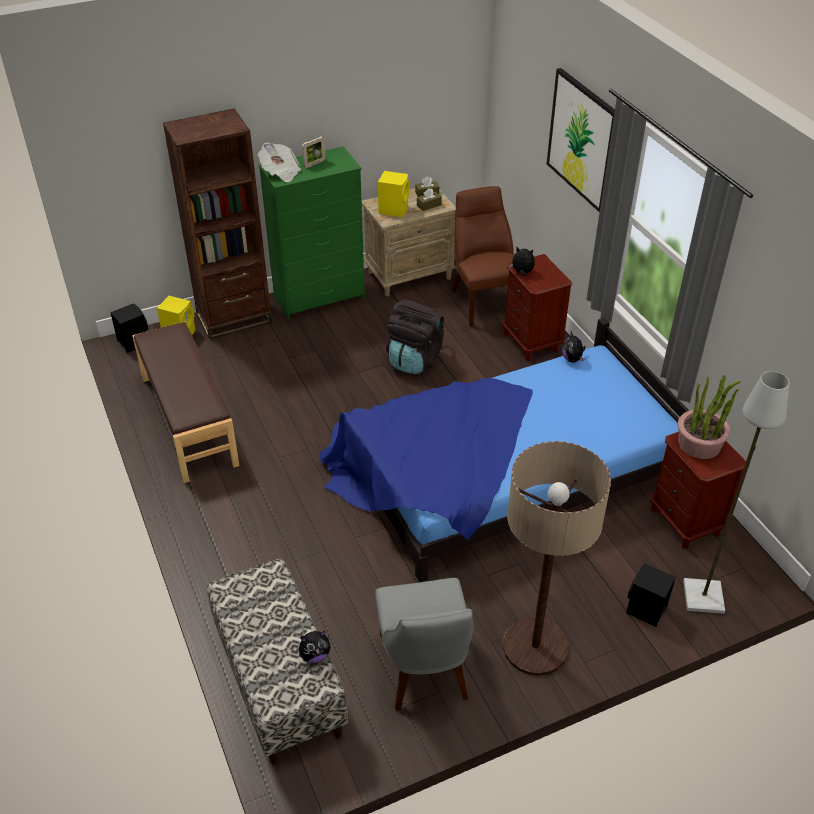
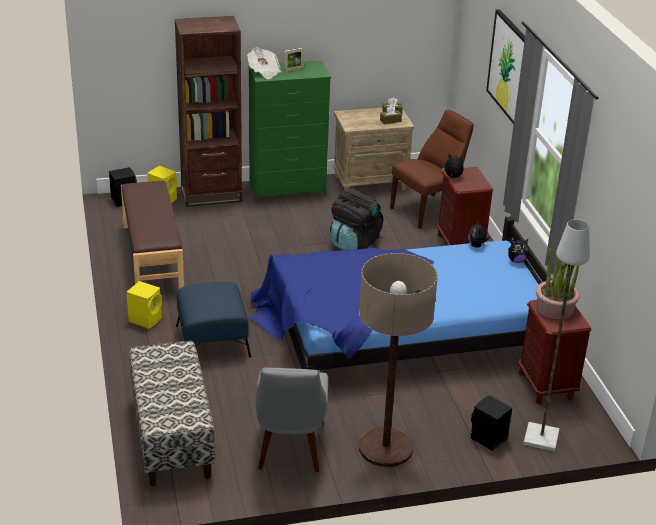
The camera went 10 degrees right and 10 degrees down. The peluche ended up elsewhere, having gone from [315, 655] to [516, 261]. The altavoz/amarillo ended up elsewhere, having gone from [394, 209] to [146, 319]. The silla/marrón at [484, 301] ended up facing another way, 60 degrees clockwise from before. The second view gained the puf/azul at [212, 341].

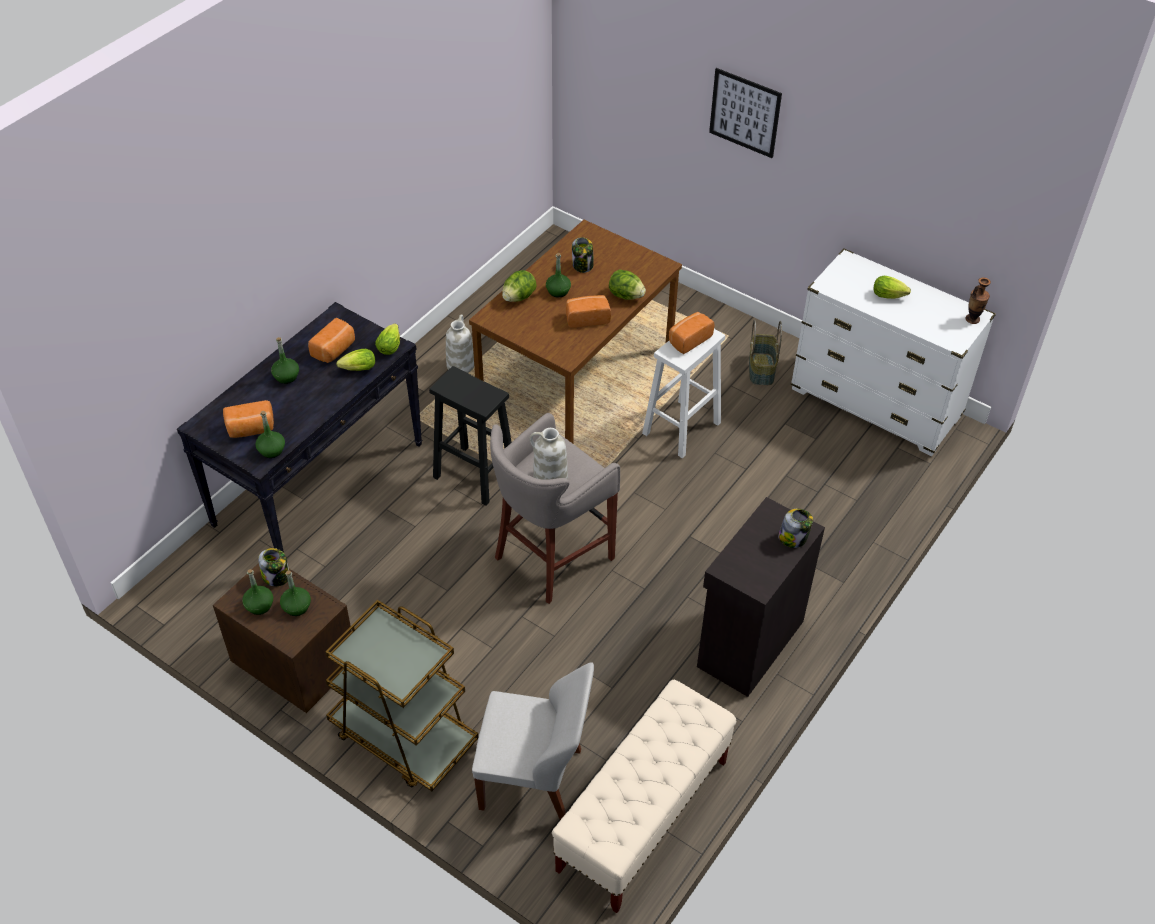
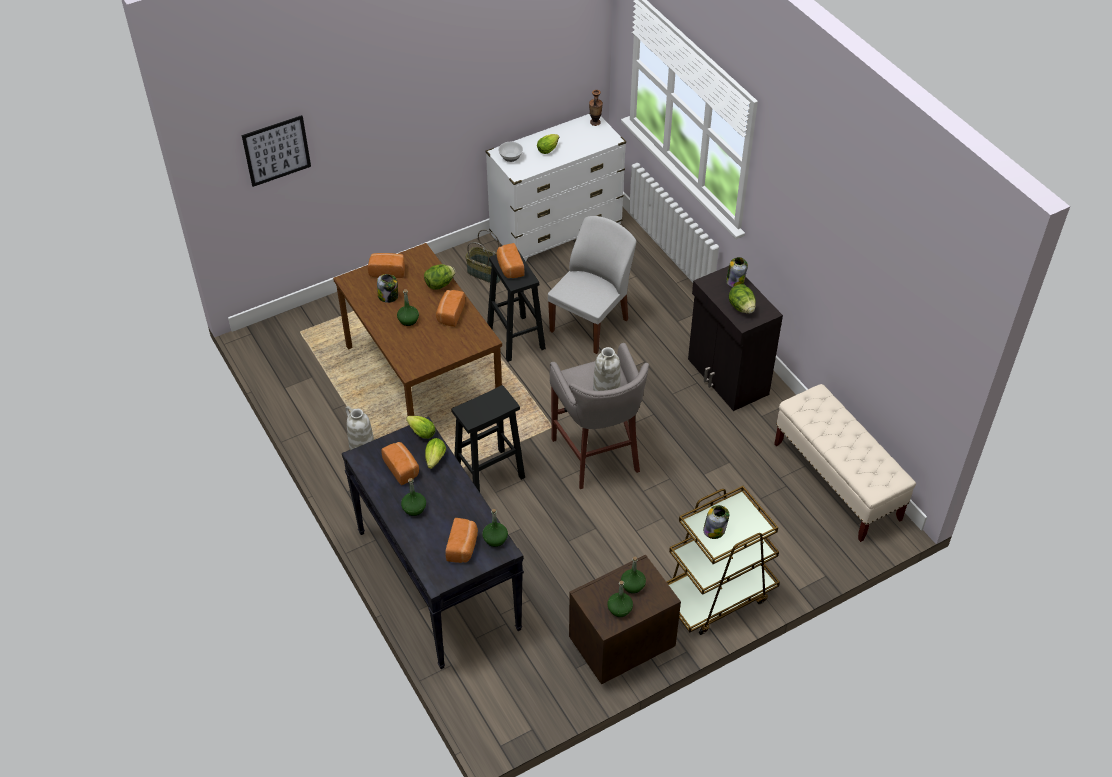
The camera went 65 degrees left and 0 degrees up. The tarro ended up elsewhere, having gone from [277, 576] to [714, 530]. The silla/blanco ended up elsewhere, having gone from [534, 780] to [590, 324]. The lechuga ended up elsewhere, having gone from [519, 297] to [741, 307]. What was the taburete/blanco at [681, 429] turned into the taburete/negro at [516, 339]. The cuadro ended up elsewhere, having gone from [745, 113] to [276, 150]. The second view gained the pan at [387, 271]. The second view gained the cuenco at [511, 157].

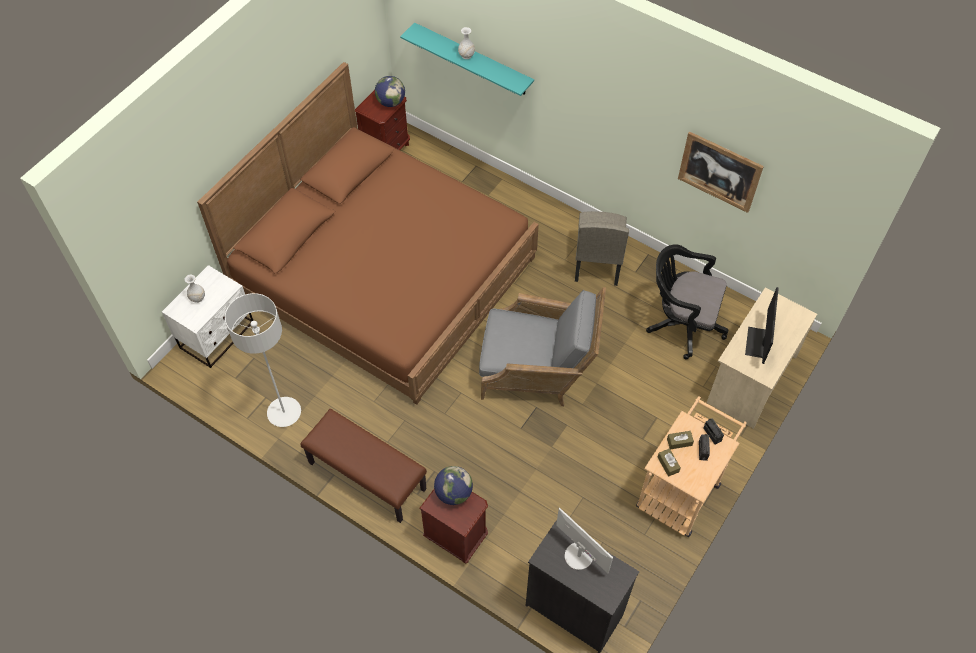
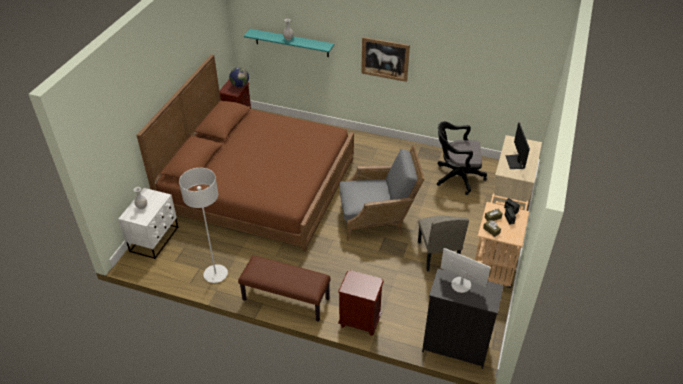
The camera went 15 degrees left and 15 degrees down. The second view lost the globo terráqueo at [453, 493]. The silla/beis ended up elsewhere, having gone from [597, 262] to [437, 254]. The cuadro ended up elsewhere, having gone from [719, 171] to [385, 59].

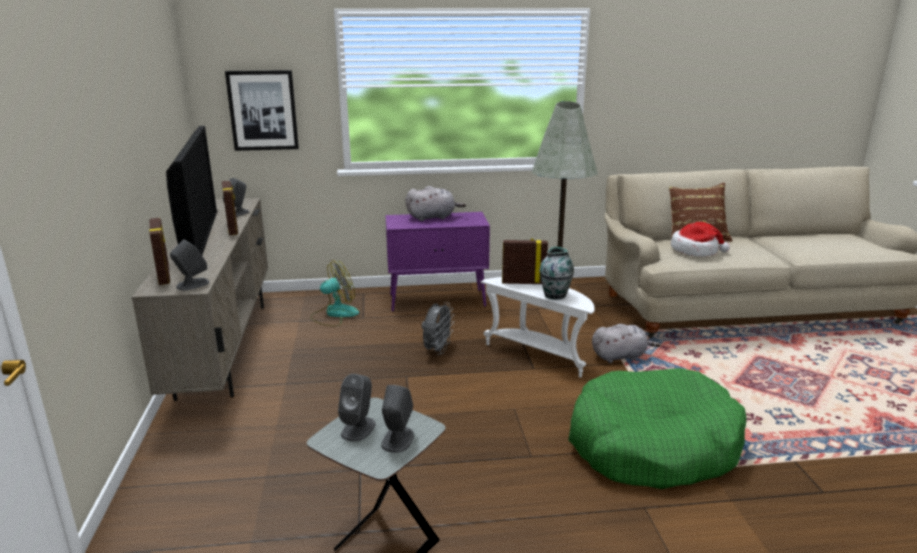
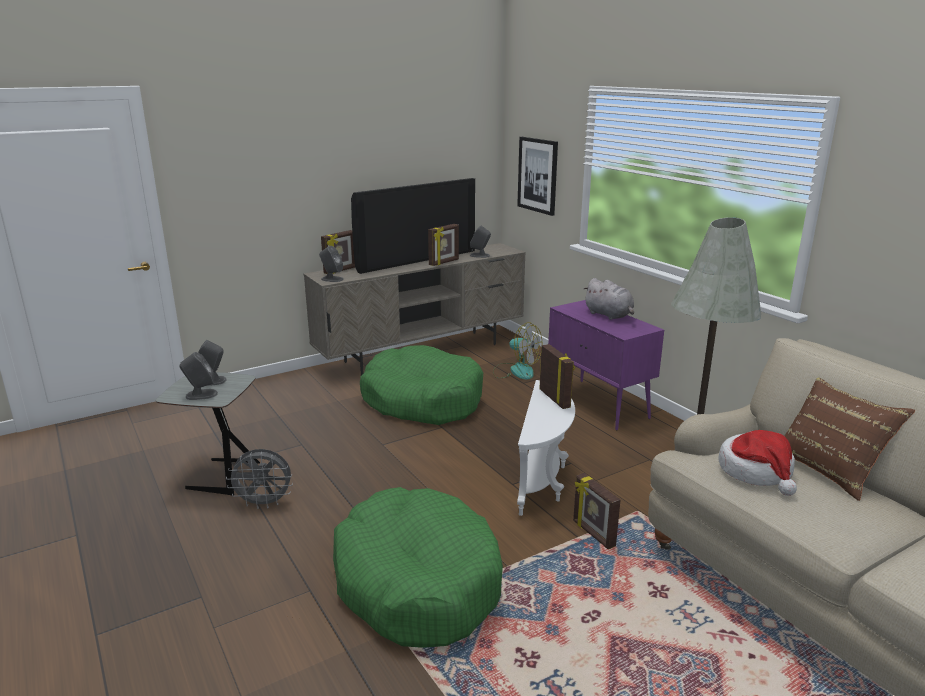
The camera went 65 degrees right and 0 degrees up. The ventilador/gris ended up elsewhere, having gone from [437, 350] to [264, 503]. The second view lost the florero at [555, 295]. Where the peluche/gris stood at [620, 356], the portarretratos came to stand at [593, 534]. The second view gained the cama para perro/verde at [422, 400].

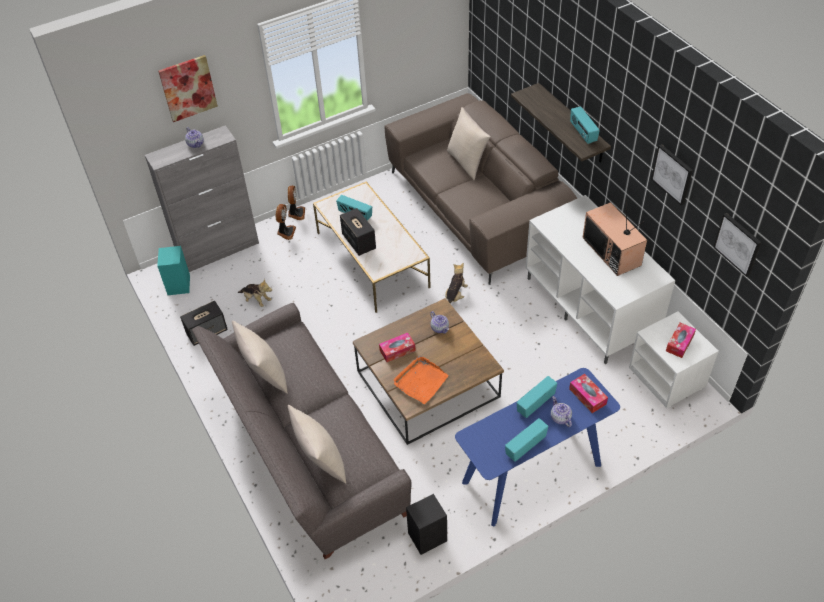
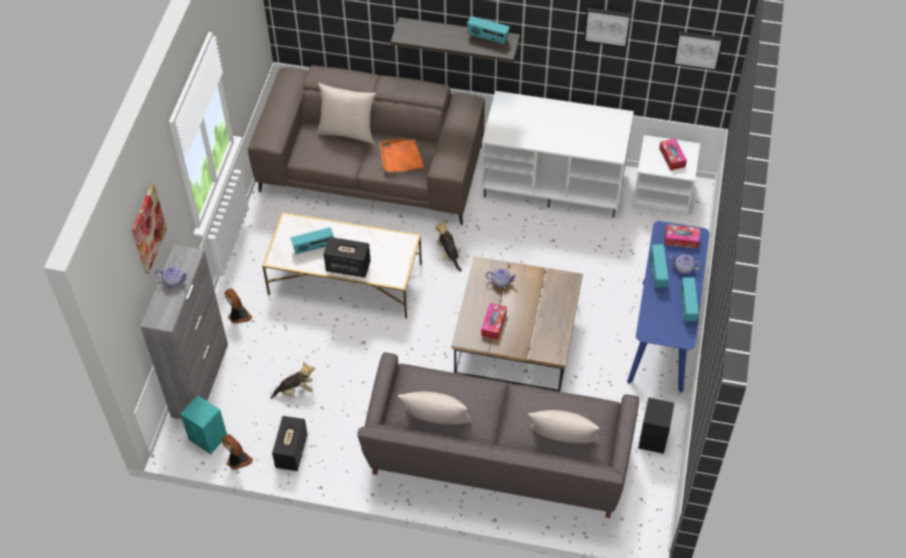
The camera went 50 degrees left and 5 degrees up. The ventilador ended up elsewhere, having gone from [296, 213] to [237, 460]. The bandeja/naranja ended up elsewhere, having gone from [420, 381] to [401, 158]. The second view lost the televisor at [613, 251].

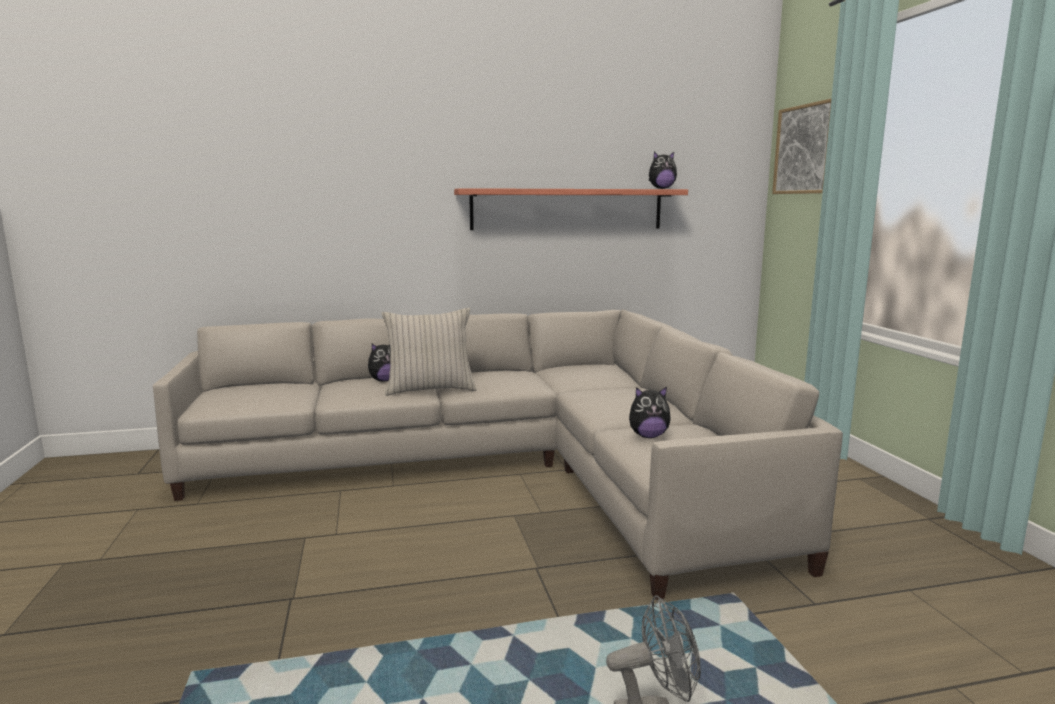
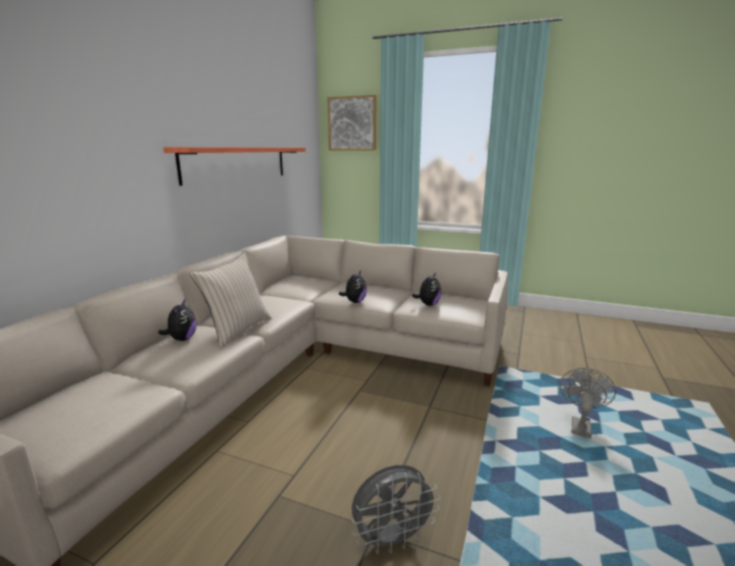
The camera went 55 degrees left and 5 degrees up. The peluche ended up elsewhere, having gone from [661, 189] to [354, 301]. The second view gained the ventilador/gris at [392, 540].

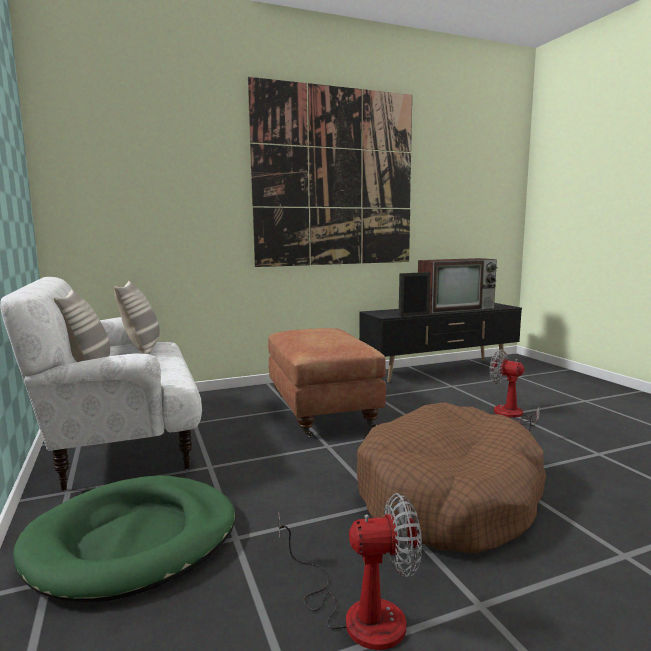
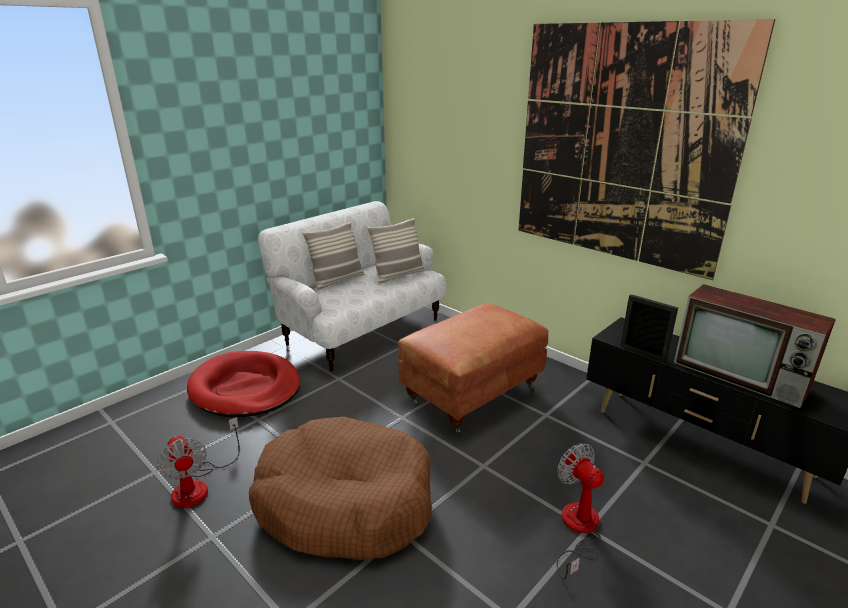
The camera went 65 degrees right and 15 degrees up. What was the cama para perro/verde at [134, 541] turned into the cama para perro/rojo at [245, 388]. The ventilador at [511, 416] ended up facing another way, 45 degrees counterclockwise from before.

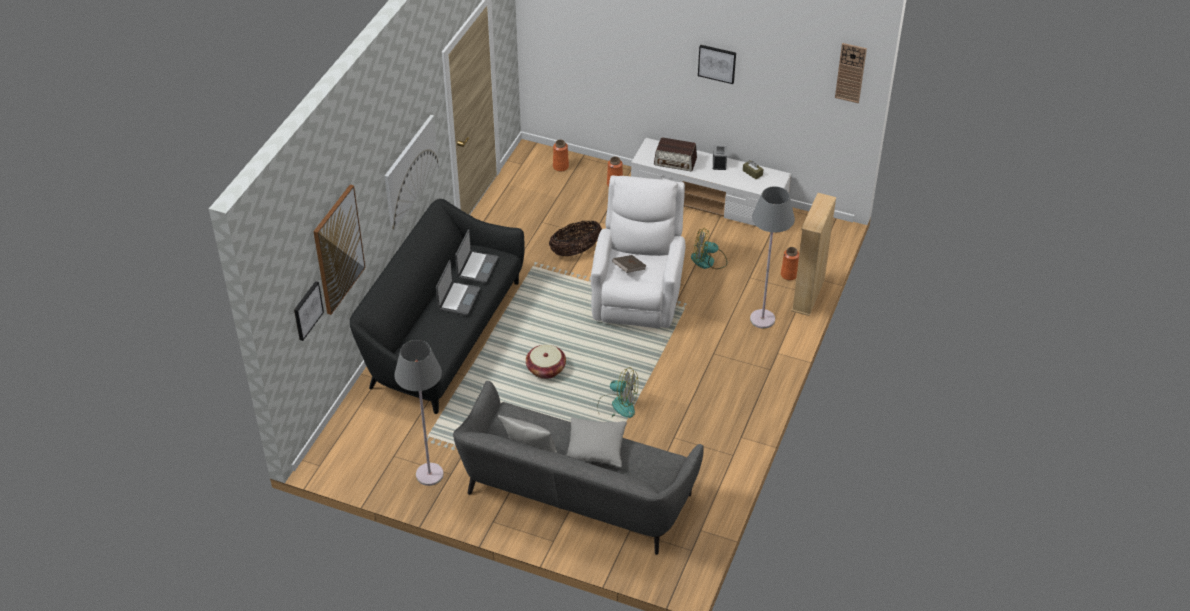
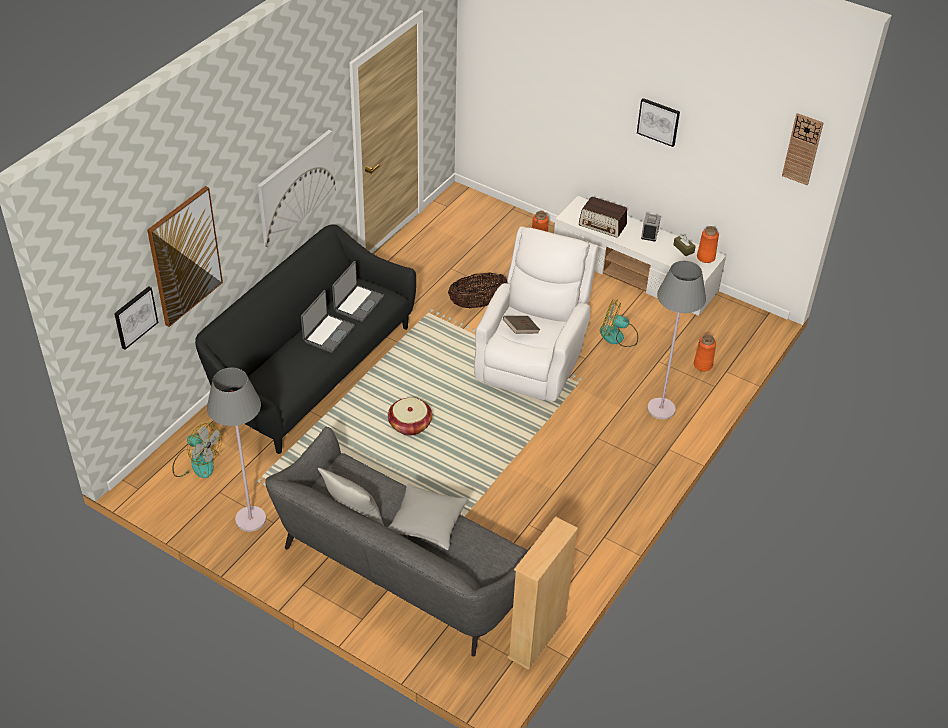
The camera went 10 degrees right and 0 degrees up. The florero/naranja ended up elsewhere, having gone from [560, 166] to [705, 257]. The ventilador ended up elsewhere, having gone from [617, 406] to [197, 462]. The estantería/beis ended up elsewhere, having gone from [808, 295] to [537, 638].

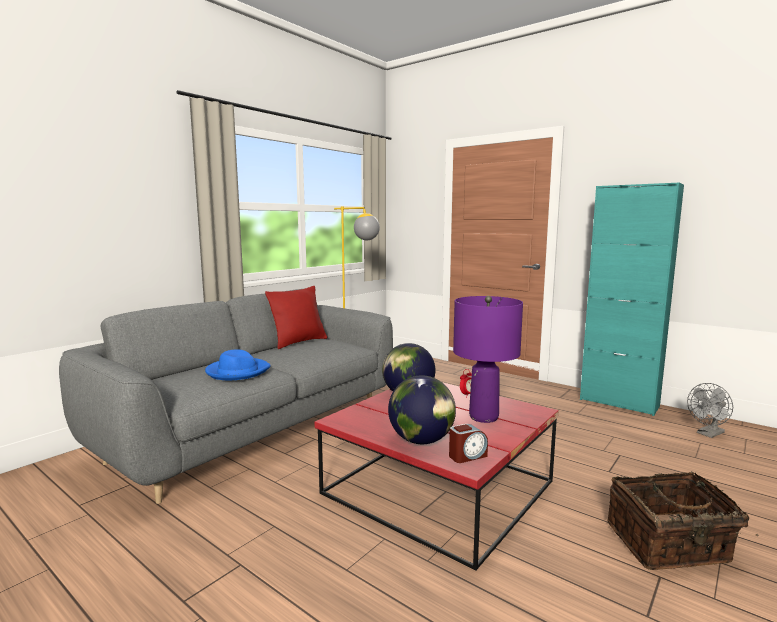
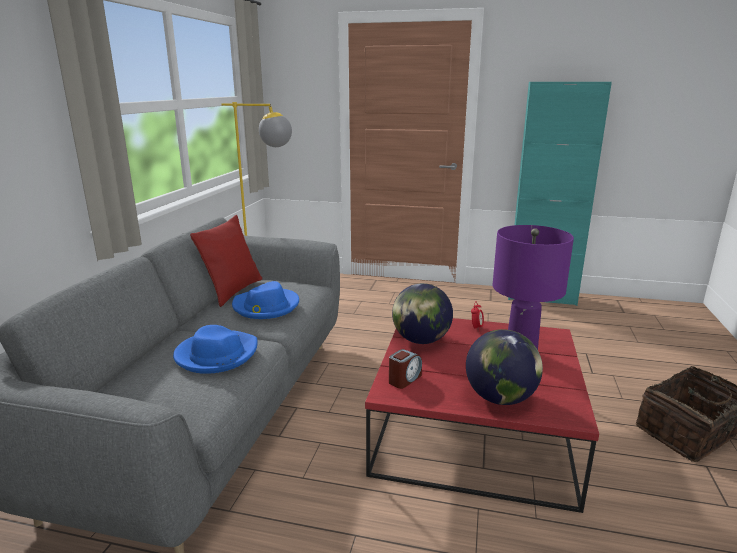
The camera went 25 degrees left and 10 degrees up. The despertador ended up elsewhere, having gone from [467, 456] to [404, 379]. The second view lost the ventilador/gris at [708, 434]. The second view gained the sombrero/azul at [266, 306].

